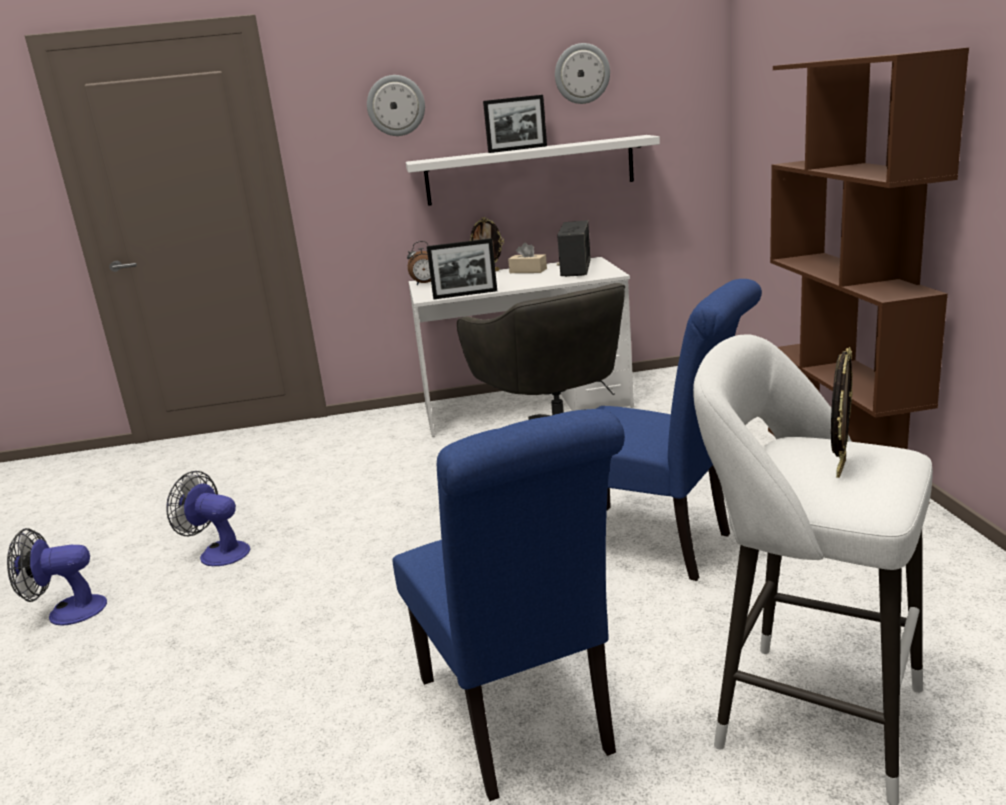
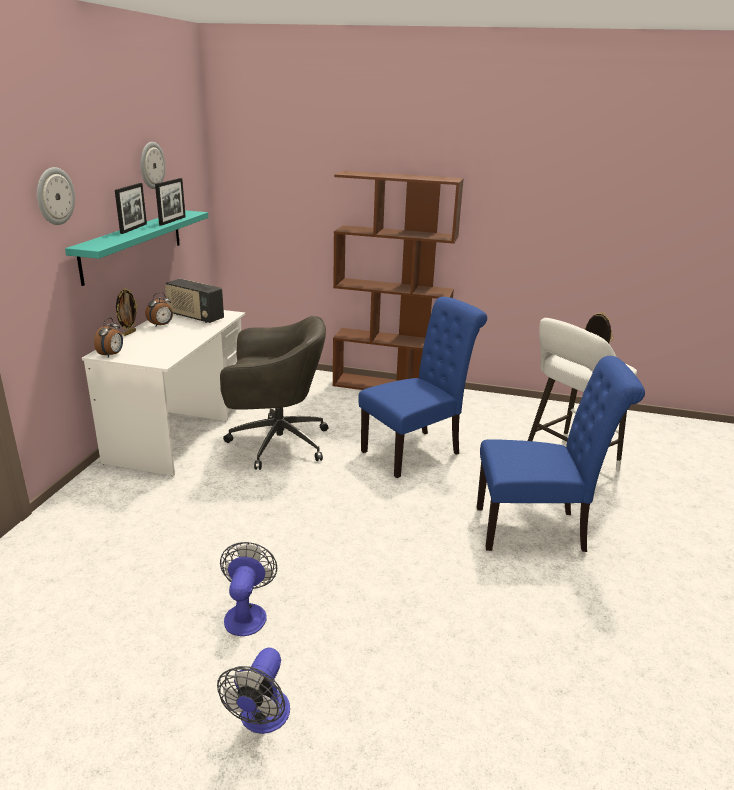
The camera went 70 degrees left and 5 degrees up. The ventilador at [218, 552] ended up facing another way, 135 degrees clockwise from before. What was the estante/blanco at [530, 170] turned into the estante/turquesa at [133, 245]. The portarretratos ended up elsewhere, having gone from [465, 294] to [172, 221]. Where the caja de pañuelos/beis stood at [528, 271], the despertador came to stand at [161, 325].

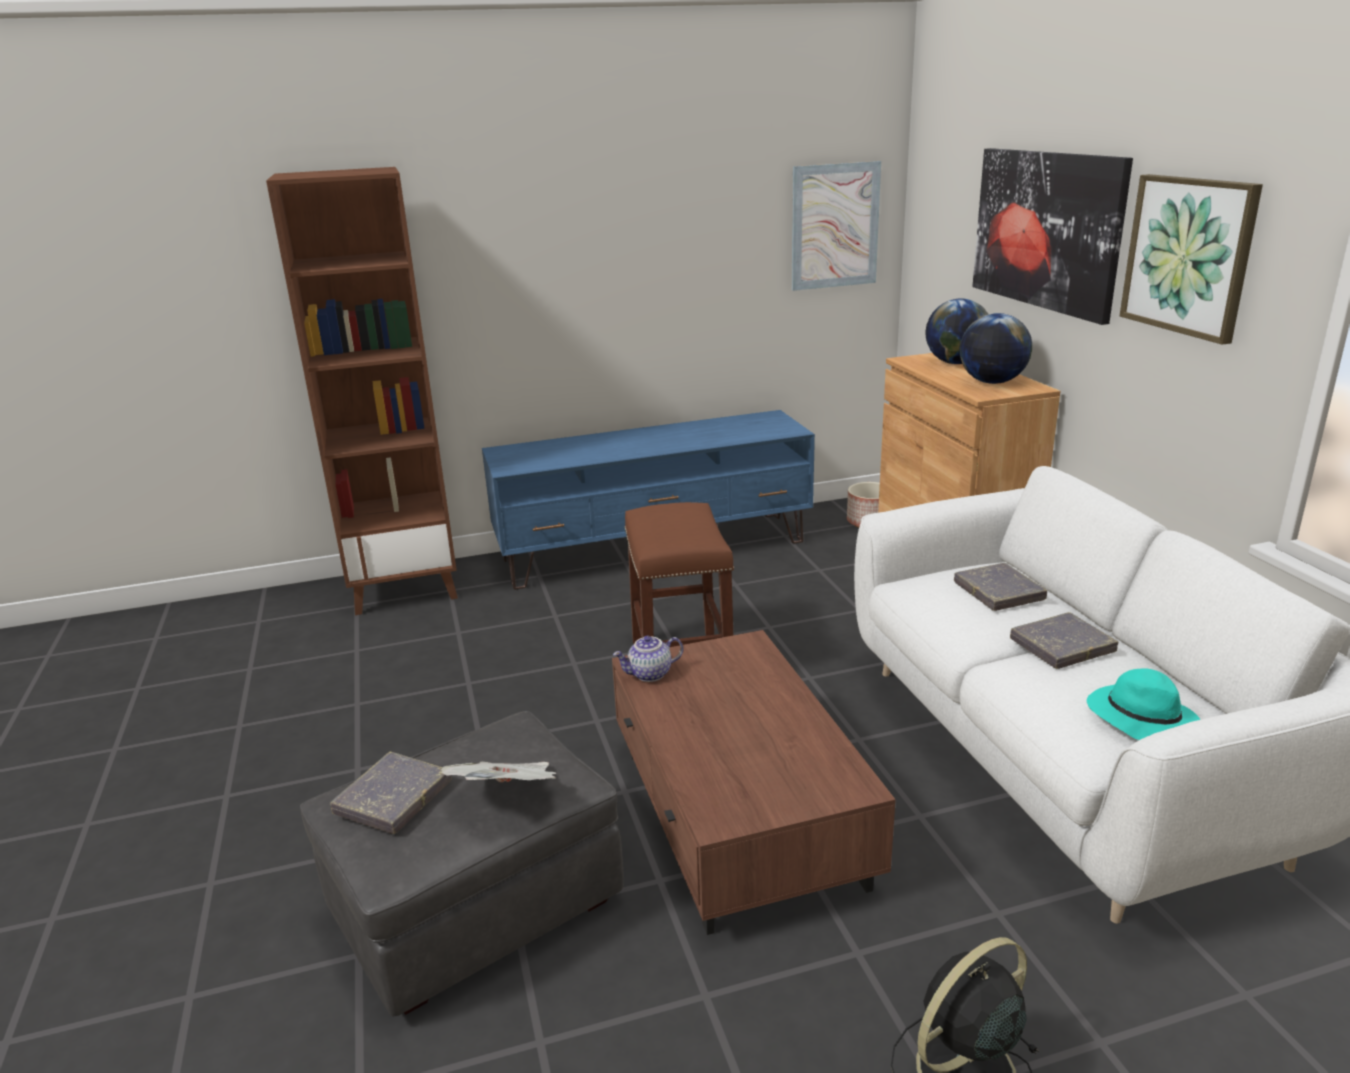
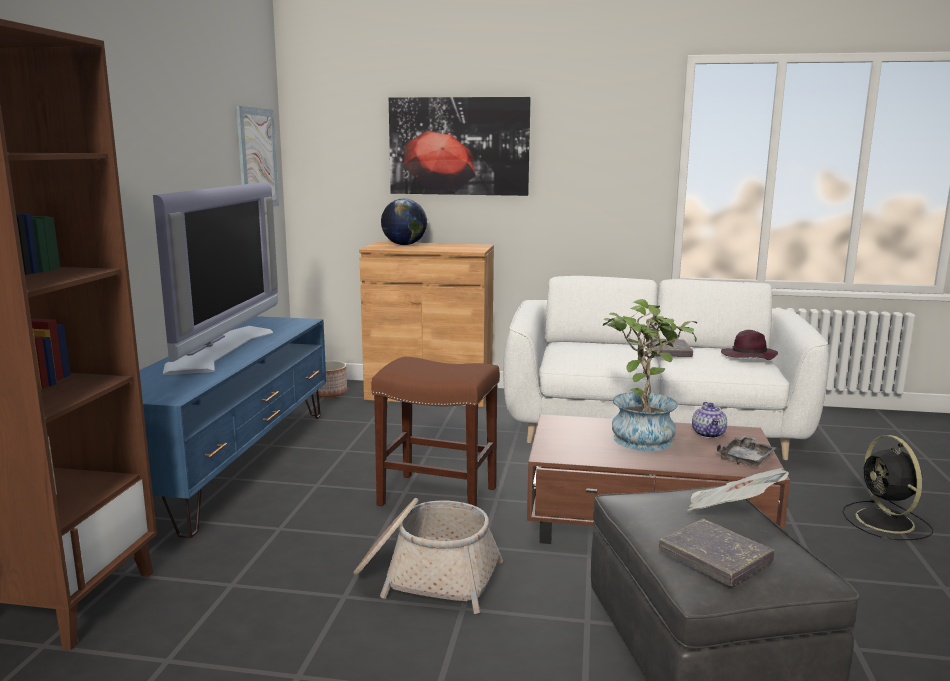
The camera went 65 degrees left and 10 degrees down. The tetera ended up elsewhere, having gone from [650, 674] to [709, 434]. The second view lost the libro/gris at [998, 592]. The second view lost the globo terráqueo at [992, 382]. What was the sombrero/turquesa at [1139, 718] turned into the sombrero/morado at [748, 357]. The second view lost the cuadro at [1189, 255]. The second view gained the televisor at [220, 349]. The second view gained the cesta at [427, 576]. The second view gained the planta en maceta at [642, 436]. The second view gained the bandeja/gris at [746, 459].

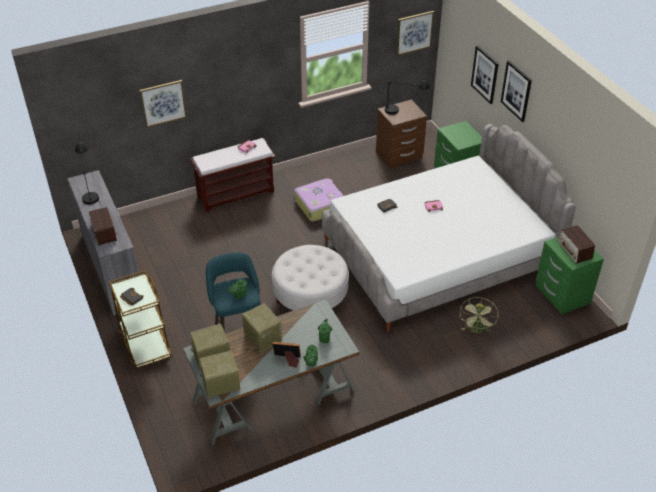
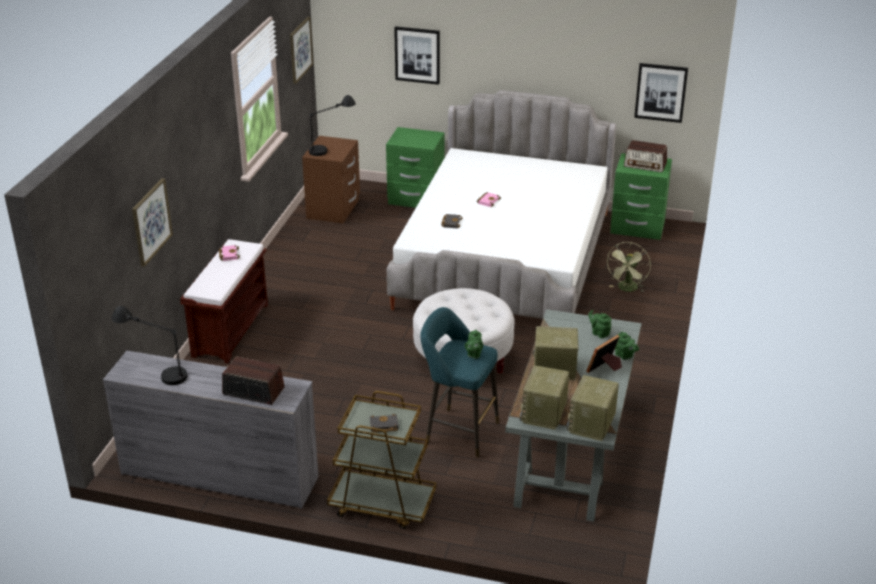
The camera went 50 degrees left and 10 degrees down. The second view lost the maleta at [320, 205]. The ventilador/verde at [477, 330] ended up facing another way, 60 degrees clockwise from before. The cuadro ended up elsewhere, having gone from [516, 91] to [661, 92].

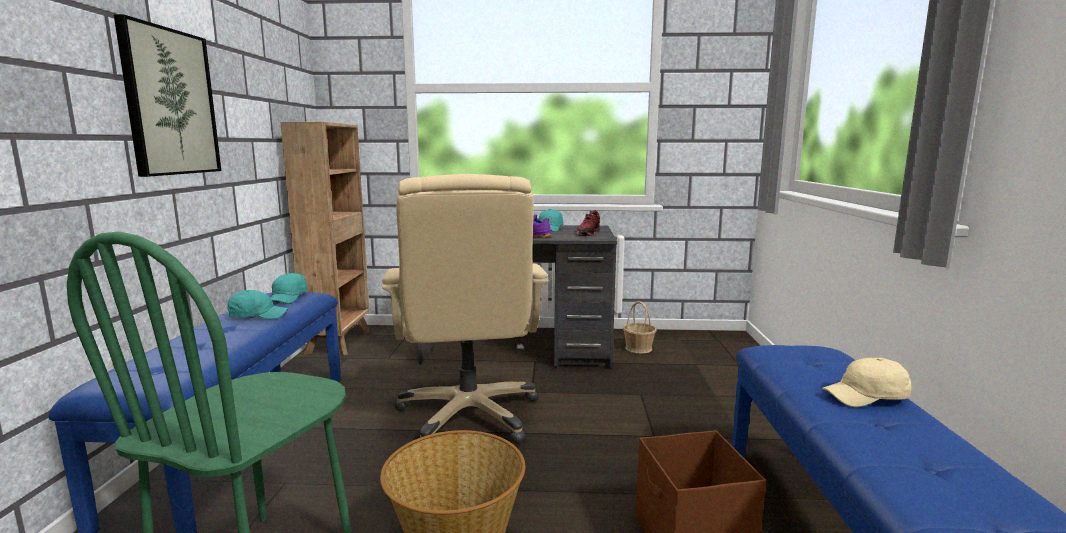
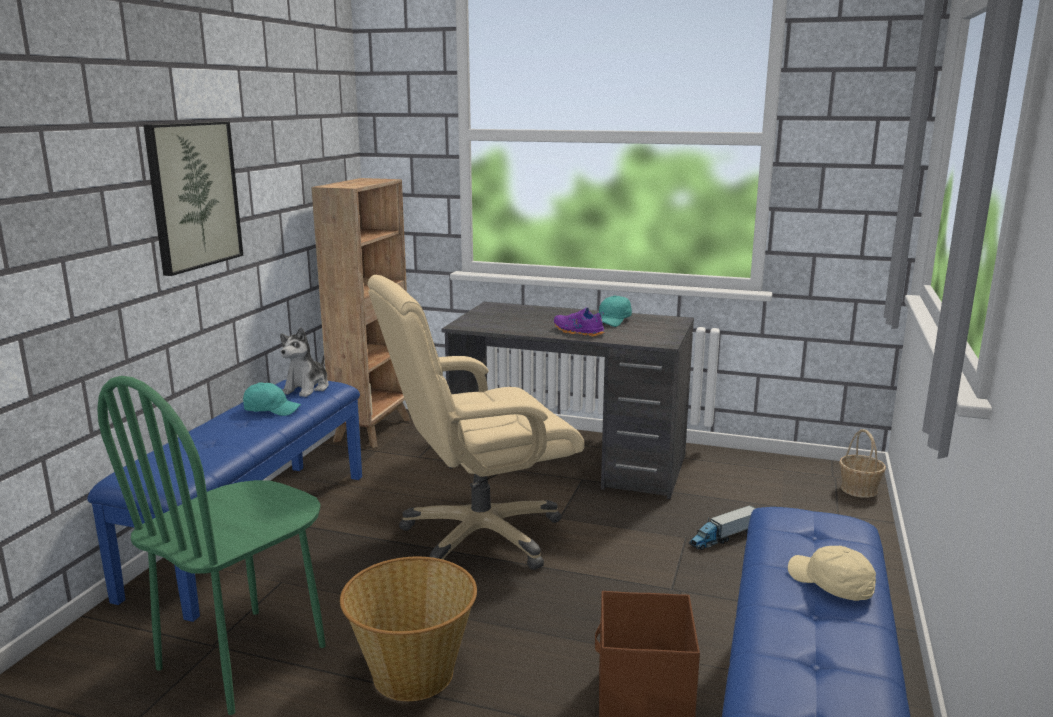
The camera went 15 degrees right and 5 degrees up. Where the gorra/turquesa stood at [288, 298], the peluche came to stand at [307, 388]. The silla de oficina/beis at [469, 415] ended up facing another way, 60 degrees clockwise from before. The second view lost the zapato at [587, 233]. The cesta ended up elsewhere, having gone from [638, 348] to [859, 489]. The gorra/beis at [867, 397] ended up facing another way, 45 degrees clockwise from before. The second view gained the camión de juguete at [724, 537].

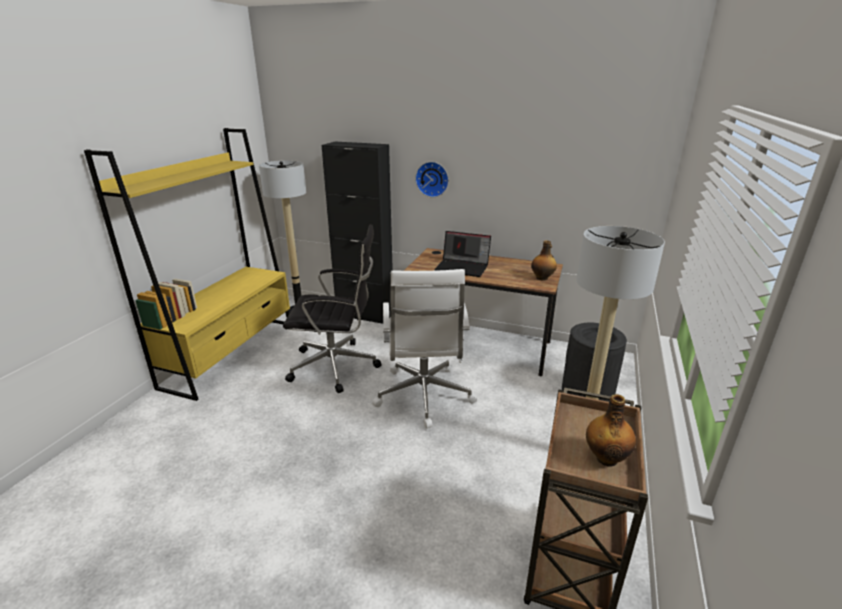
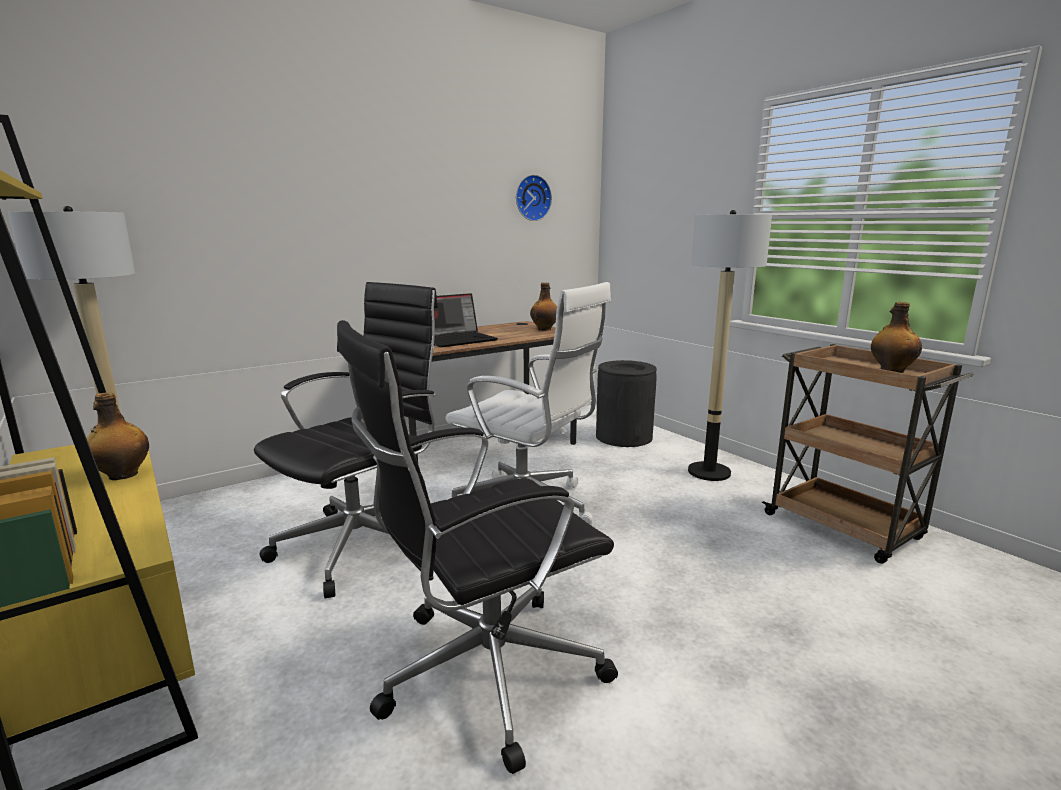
The camera went 55 degrees left and 10 degrees down. The second view lost the armario/negro at [365, 315]. The reloj de pared ended up elsewhere, having gone from [432, 179] to [531, 198]. The second view gained the botella at [122, 475]. The second view gained the silla de oficina/negro at [483, 672].

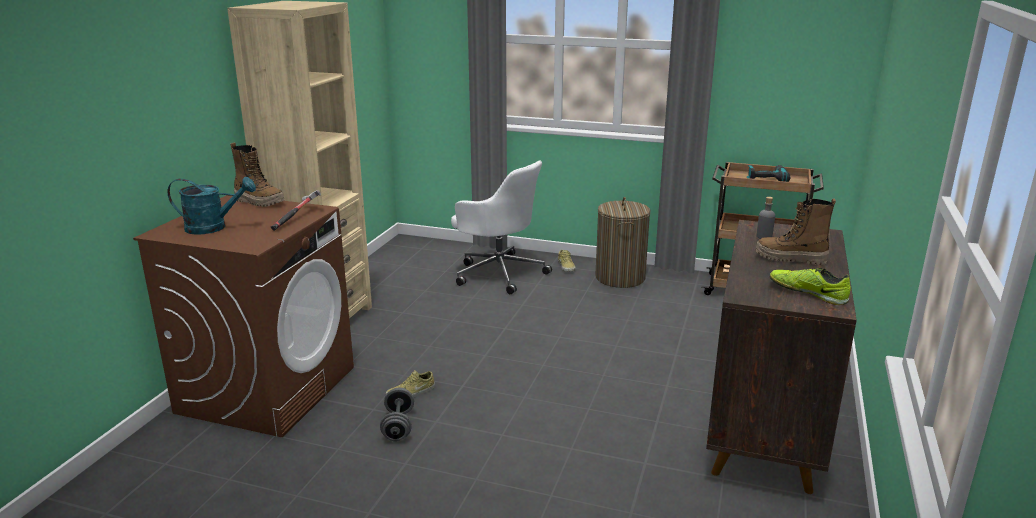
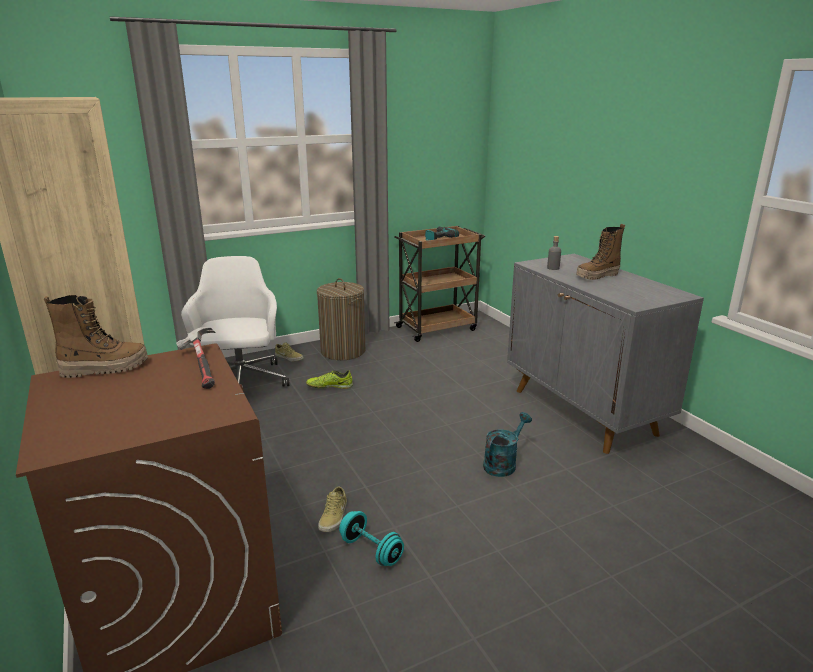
The camera went 45 degrees left and 0 degrees up. The regadera/turquesa ended up elsewhere, having gone from [213, 227] to [503, 463]. What was the mancuerna/gris at [398, 426] turned into the mancuerna/turquesa at [371, 550]. The silla de oficina/blanco at [499, 273] ended up facing another way, 90 degrees counterclockwise from before. What was the armario/marrón at [764, 431] turned into the armario/gris at [584, 412]. The zapato ended up elsewhere, having gone from [808, 293] to [329, 386].

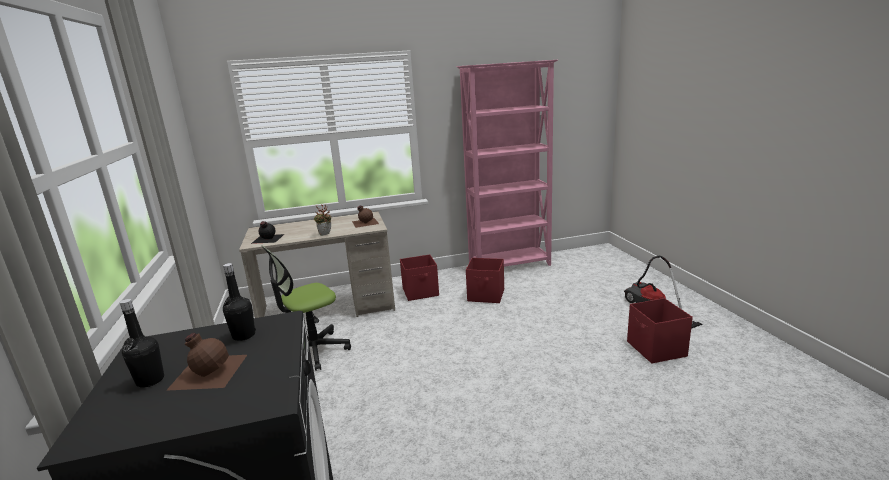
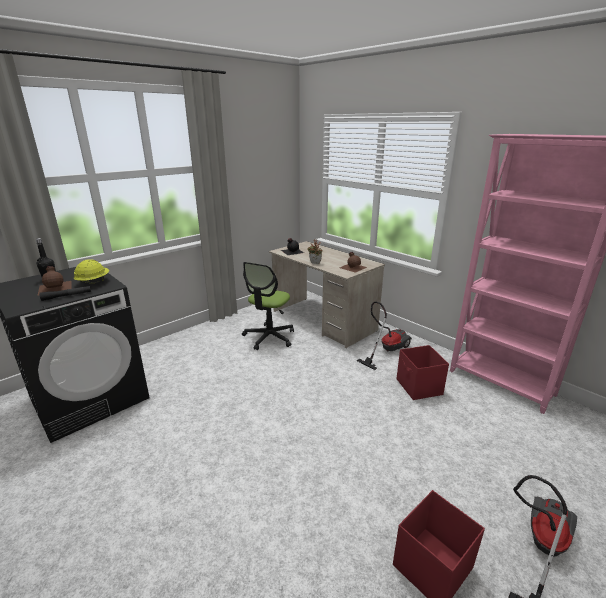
The camera went 60 degrees right and 5 degrees up. Where the botella/negro stood at [244, 335], the casco/amarillo came to stand at [93, 282]. The silla de oficina at [313, 351] ended up facing another way, 90 degrees counterclockwise from before. Where the caja de almacenaje/rojo stood at [421, 292], the aspiradora came to stand at [386, 349]. The second view gained the linterna/negro at [67, 296].

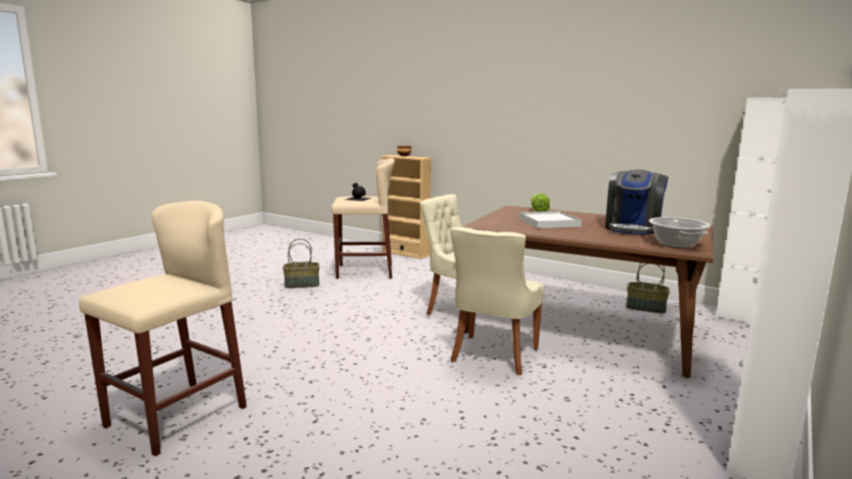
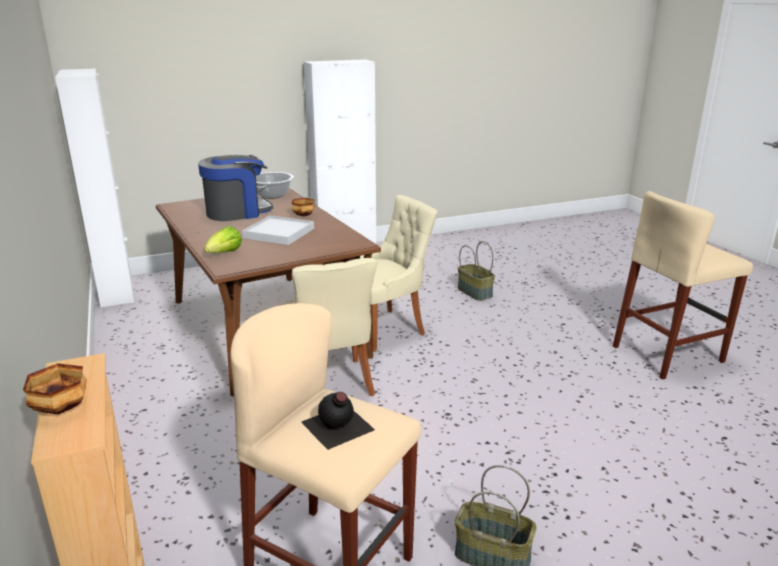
The camera went 145 degrees left and 10 degrees up. The cesta ended up elsewhere, having gone from [645, 308] to [475, 292]. The second view gained the cuenco at [304, 215].

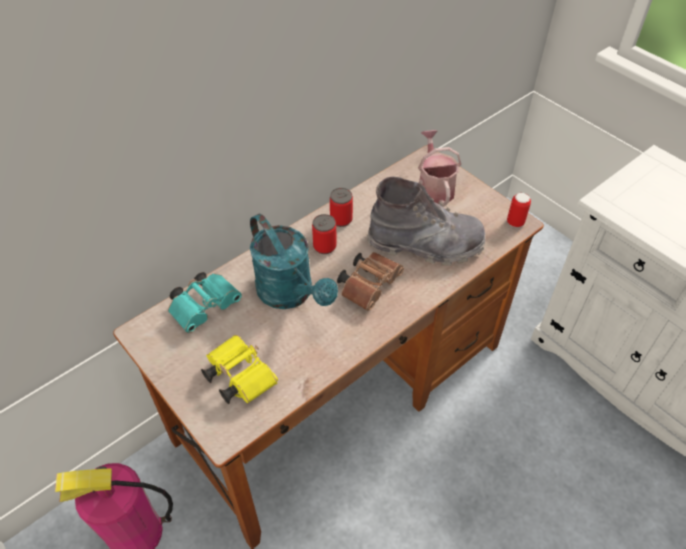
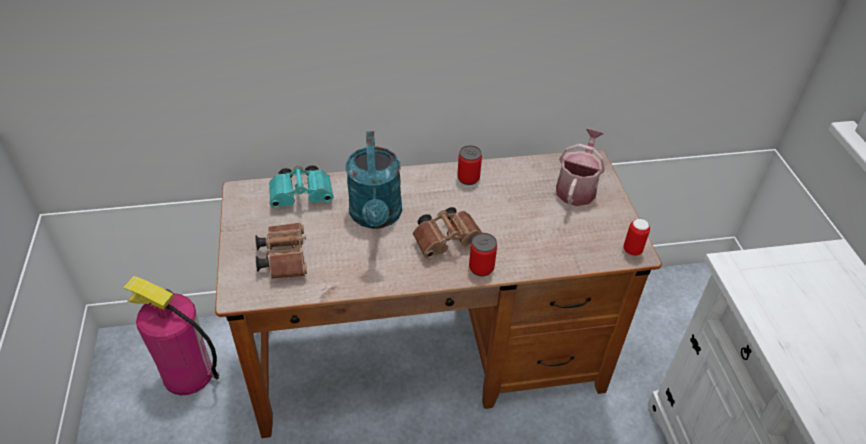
The camera went 30 degrees right and 5 degrees down. What was the prismáticos/amarillo at [238, 376] turned into the prismáticos/marrón at [284, 257]. The lata ended up elsewhere, having gone from [324, 246] to [481, 268]. The second view lost the bota/gris at [425, 245].

